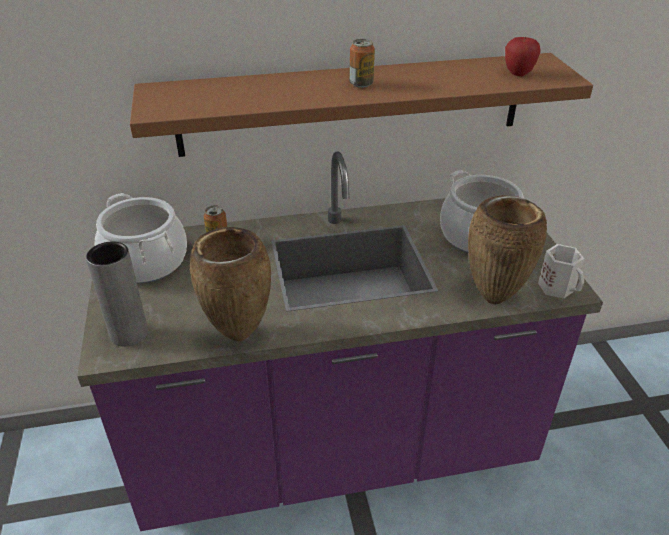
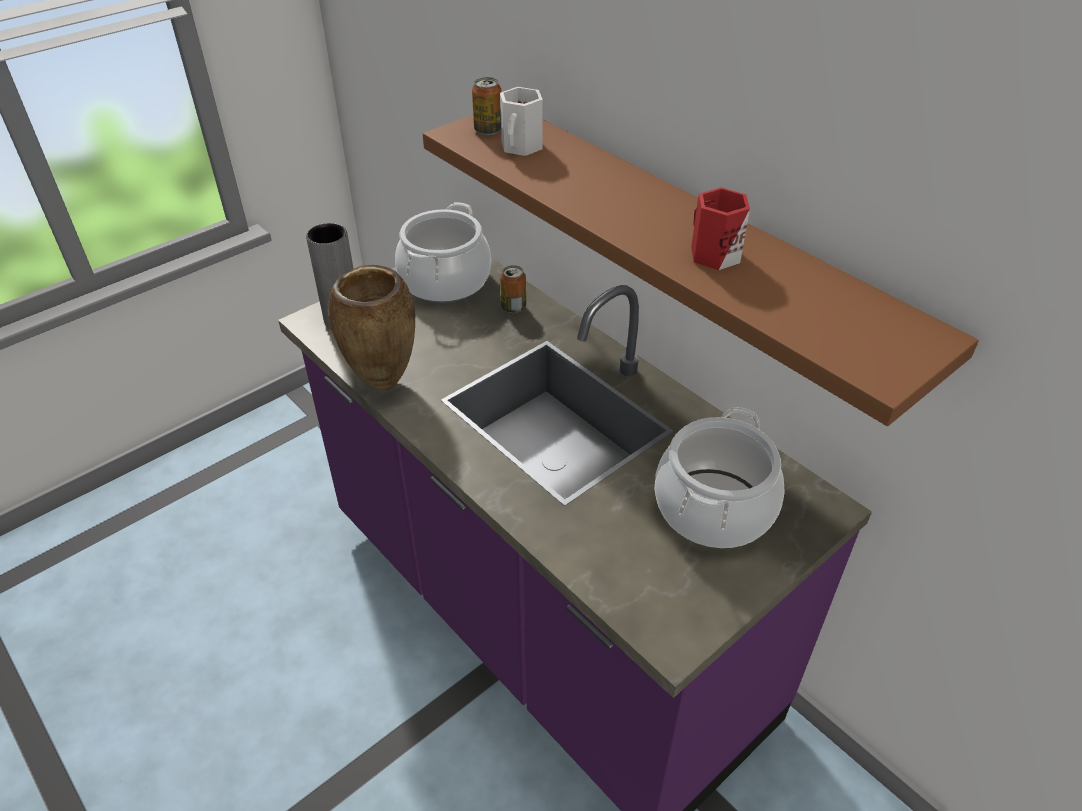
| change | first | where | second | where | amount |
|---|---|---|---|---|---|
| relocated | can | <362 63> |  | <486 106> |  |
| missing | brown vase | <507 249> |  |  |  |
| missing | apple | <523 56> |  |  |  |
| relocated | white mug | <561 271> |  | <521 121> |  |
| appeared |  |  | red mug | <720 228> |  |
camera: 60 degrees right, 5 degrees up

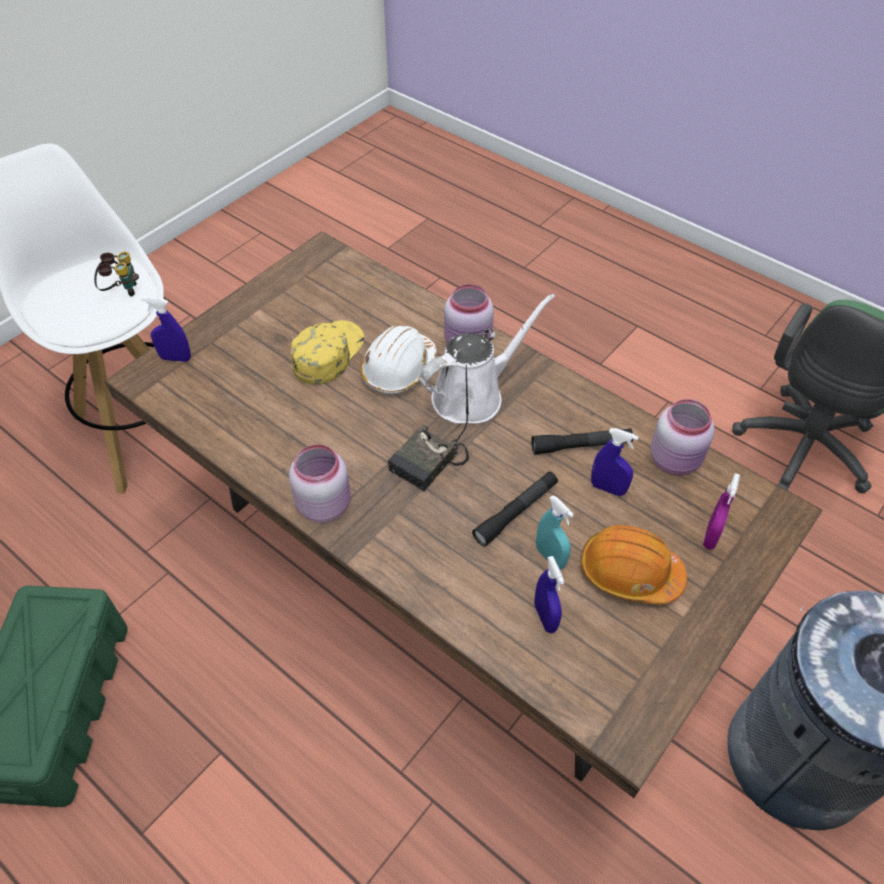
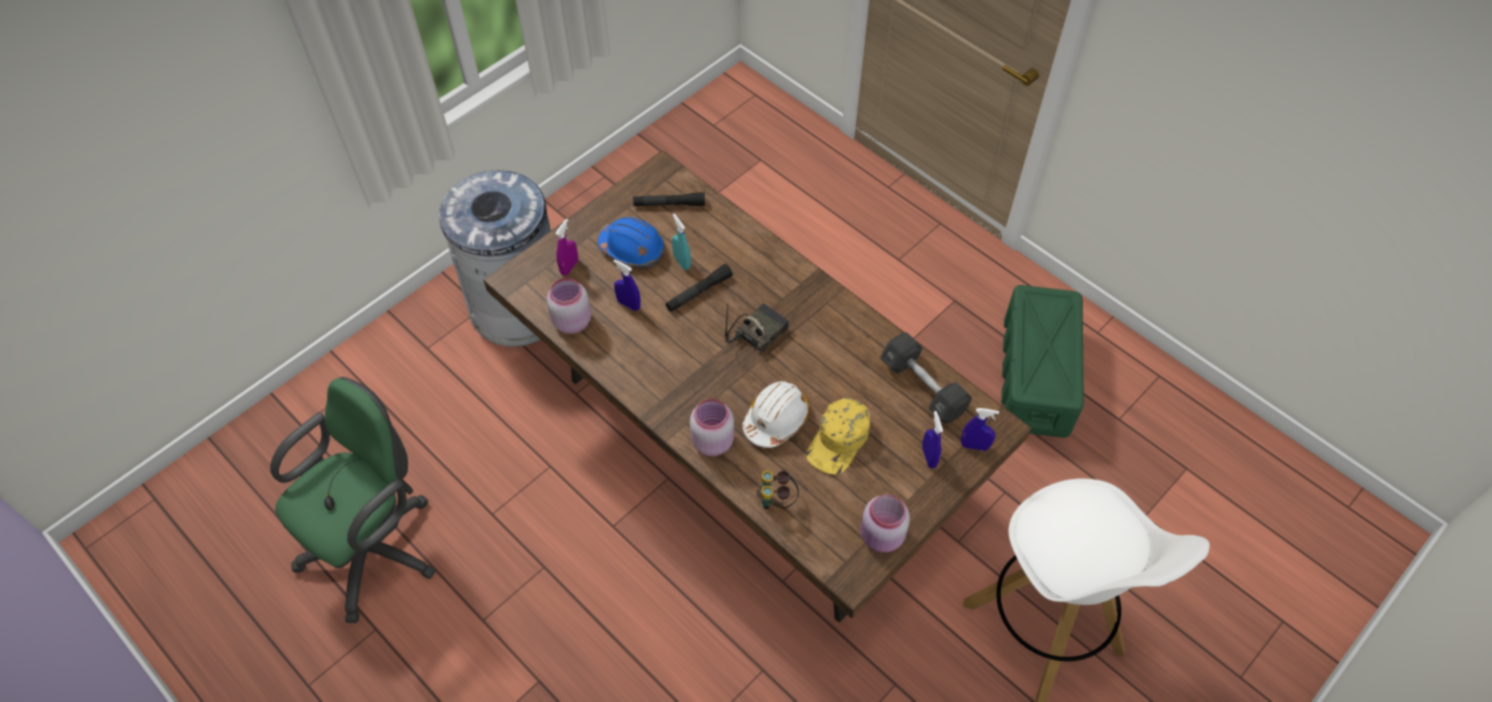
| change | first | where | second | where | amount |
|---|---|---|---|---|---|
| relocated | binoculars | <116 274> |  | <777 490> |  |
| relocated | pink jar | <319 484> |  | <885 524> |  |
| missing | white watering can | <487 358> |  |  |  |
| relocated | black flashlight | <582 441> |  | <669 199> |  |
| relocated | blue spray bottle | <549 594> |  | <932 439> |  |
| colour | orange hard hat | <633 564> | blue hard hat | <631 242> |  |
| appeared |  |  | black dumbbell | <926 378> |  |
camera: 175 degrees left, 5 degrees up

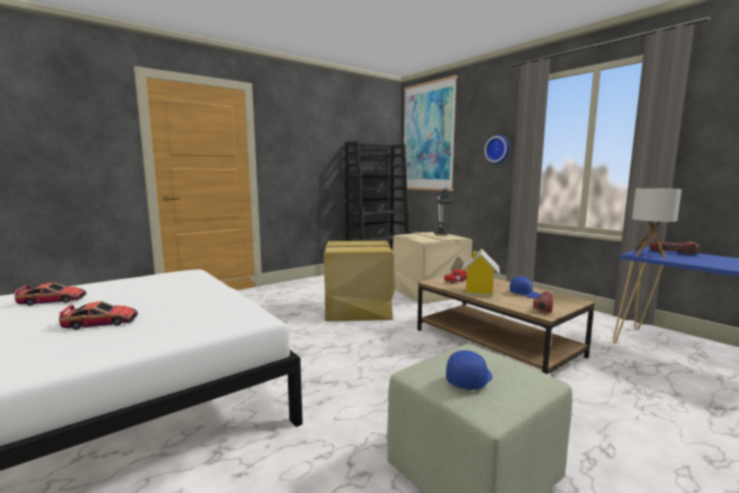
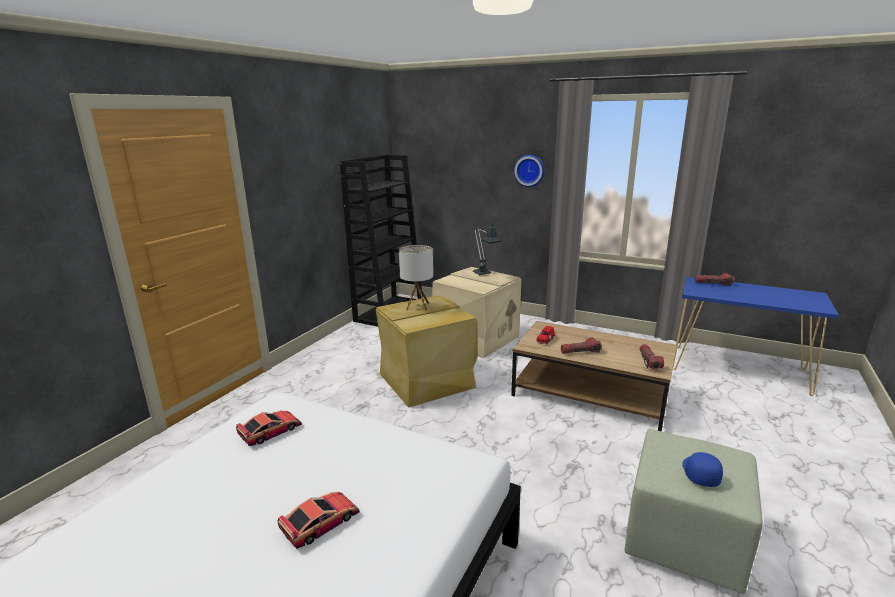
| change | first | where | second | where | amount |
|---|---|---|---|---|---|
| relocated | toy car | <51 294> |  | <269 428> |  |
| missing | picture | <430 133> |  |  |  |
| exchanged | toy house | <480 273> | flashlight | <581 346> |  |
| missing | blue cap | <526 287> |  |  |  |
| relocated | table lamp | <657 223> |  | <416 278> |  |
camera: 25 degrees left, 10 degrees up

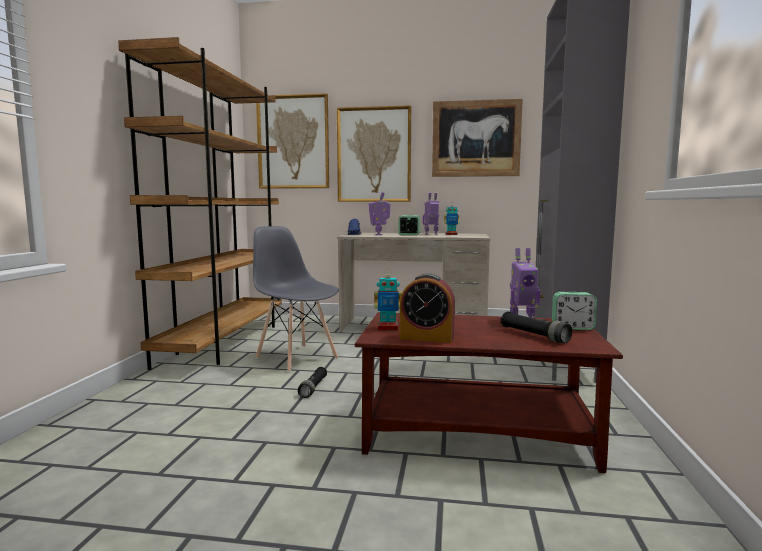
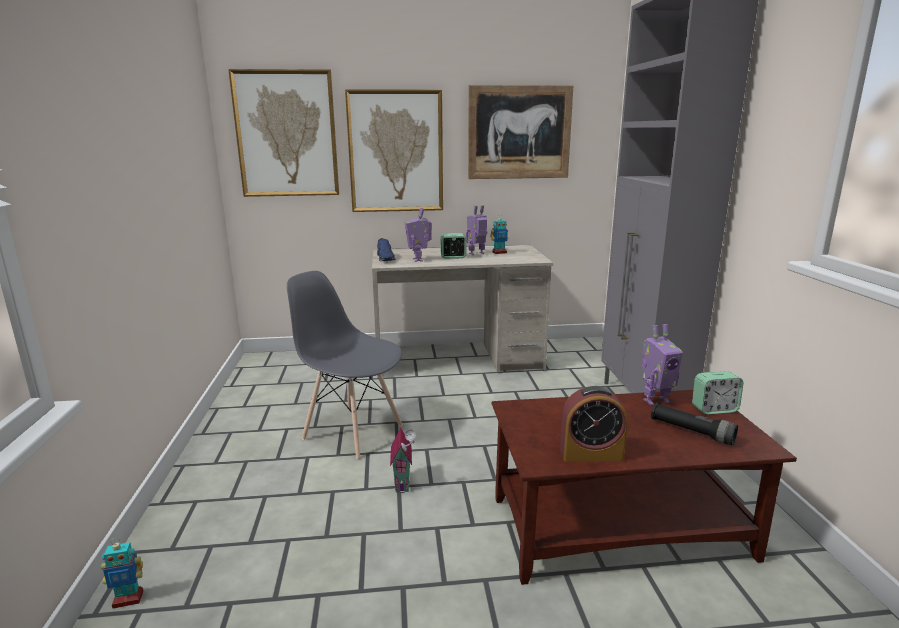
| change | first | where | second | where | amount |
|---|---|---|---|---|---|
| missing | brown bookcase | <200 203> |  |  |  |
| exchanged | black flashlight | <312 382> | toy house | <403 460> |  |
| relocated | toy robot | <388 301> |  | <122 573> |  |
camera: 15 degrees left, 10 degrees up

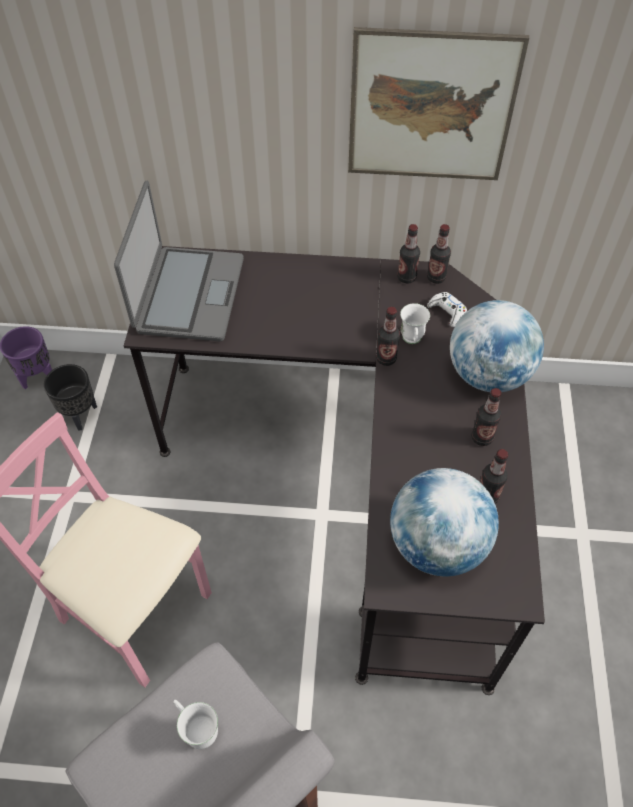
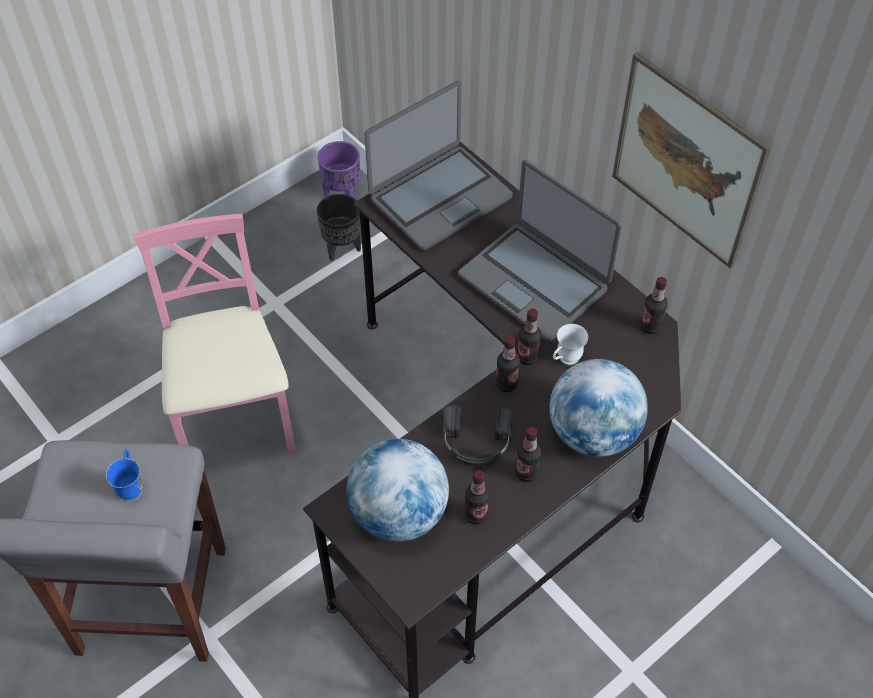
| change | first | where | second | where | amount |
|---|---|---|---|---|---|
| colour | white mug | <195 724> | blue mug | <124 475> |  |
| relocated | bottle | <408 254> |  | <508 364> |  |
| missing | white game controller | <447 309> |  |  |  |
| appeared |  |  | black headphones | <478 435> |  |
| appeared |  |  | laptop | <540 251> |  |
camera: 45 degrees right, 0 degrees up

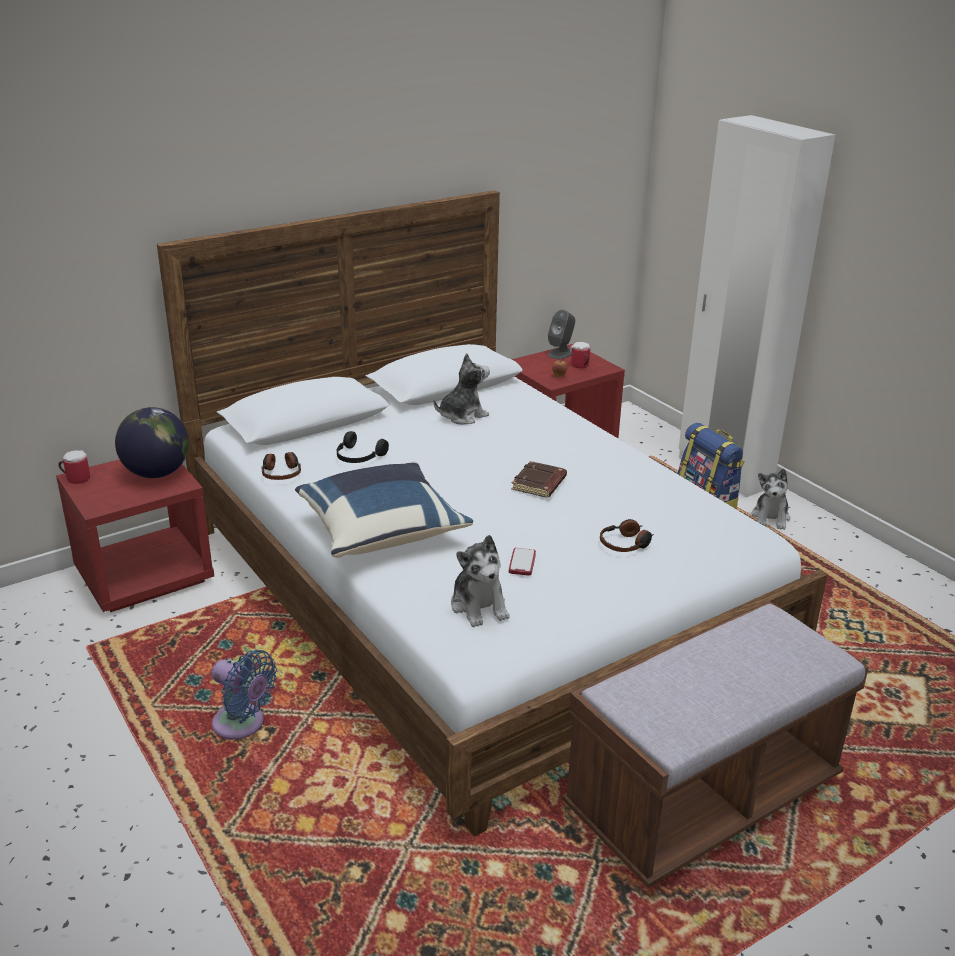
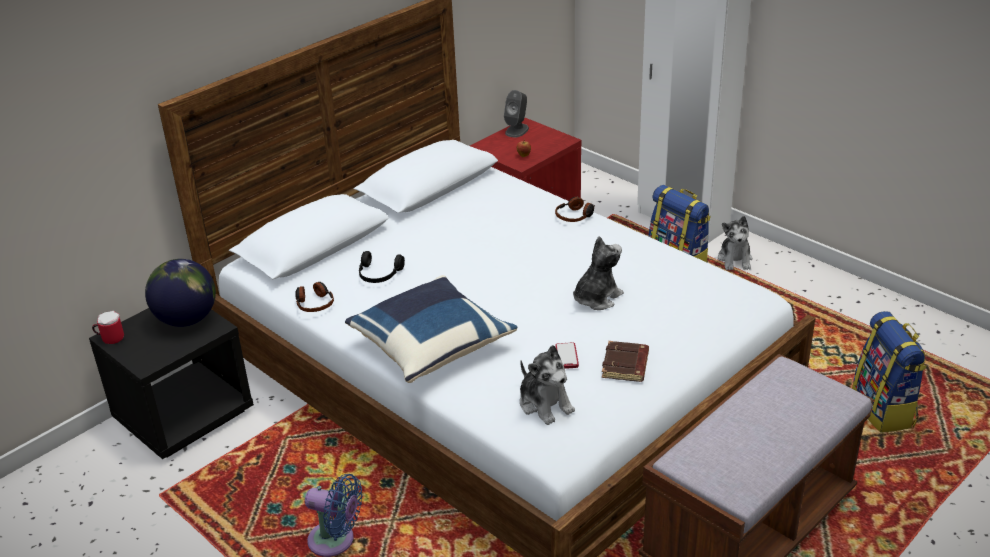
| change | first | where | second | where | amount |
|---|---|---|---|---|---|
| colour | red nightstand | <135 535> | black nightstand | <171 383> |  |
| relocated | plush toy | <462 389> |  | <598 273> |  |
| relocated | brown book | <539 479> |  | <625 361> |  |
| missing | mug | <580 355> |  |  |  |
| relocated | headphones | <627 535> |  | <575 209> |  |
| appeared |  |  | backpack | <889 372> |  |
camera: 10 degrees left, 5 degrees up

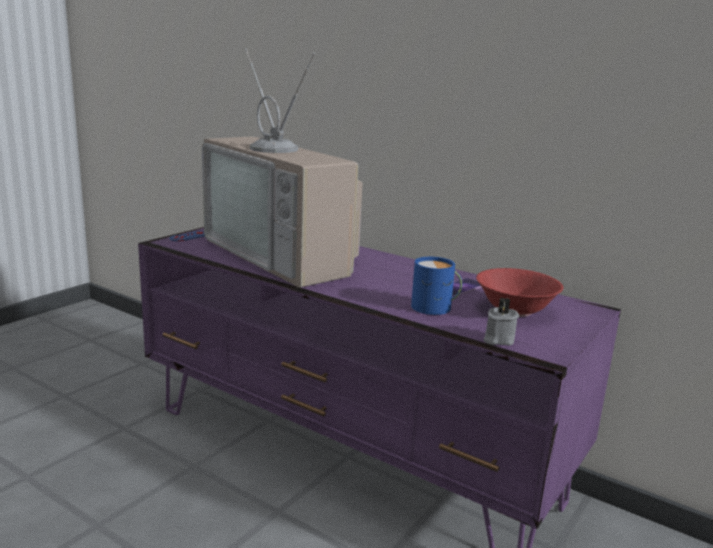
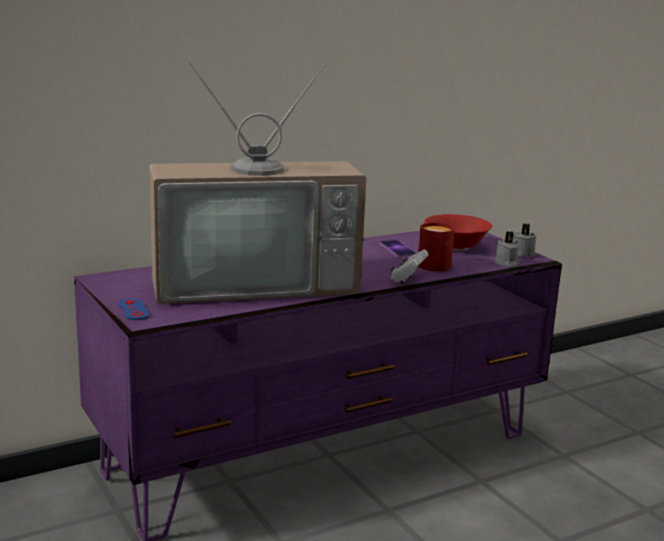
| change | first | where | second | where | amount |
|---|---|---|---|---|---|
| colour | blue mug | <436 286> | red mug | <436 247> |  |
| appeared |  |  | white game controller | <409 266> |  |
| appeared |  |  | grey candle | <524 241> |  |
camera: 65 degrees left, 0 degrees up

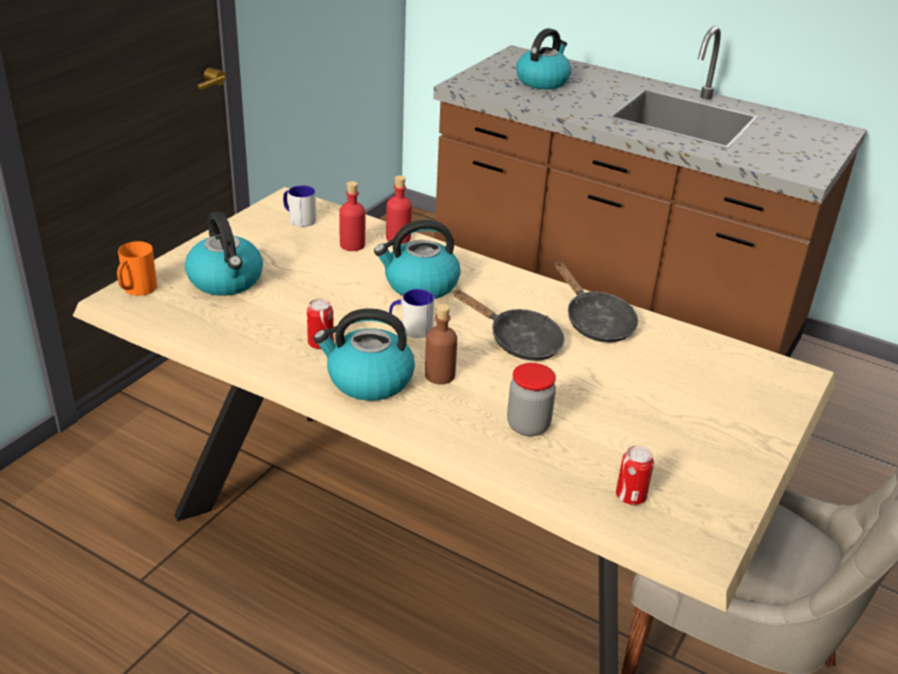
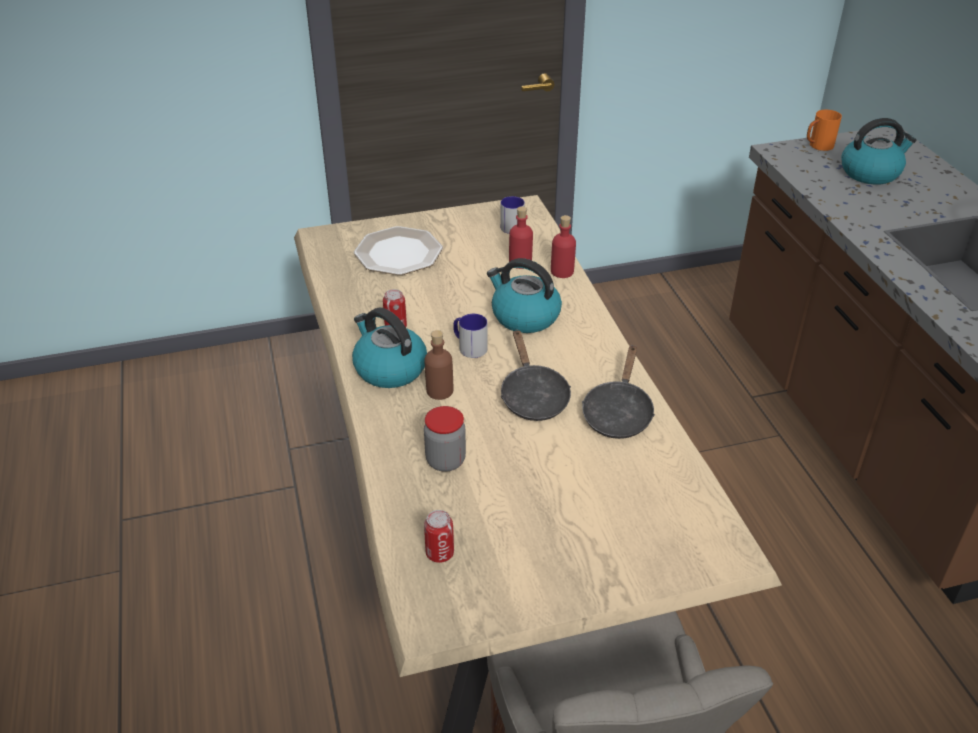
| change | first | where | second | where | amount |
|---|---|---|---|---|---|
| relocated | orange mug | <137 268> |  | <824 130> |  |
| exchanged | kettle | <224 253> | plate | <398 250> |  |
camera: 45 degrees right, 5 degrees up

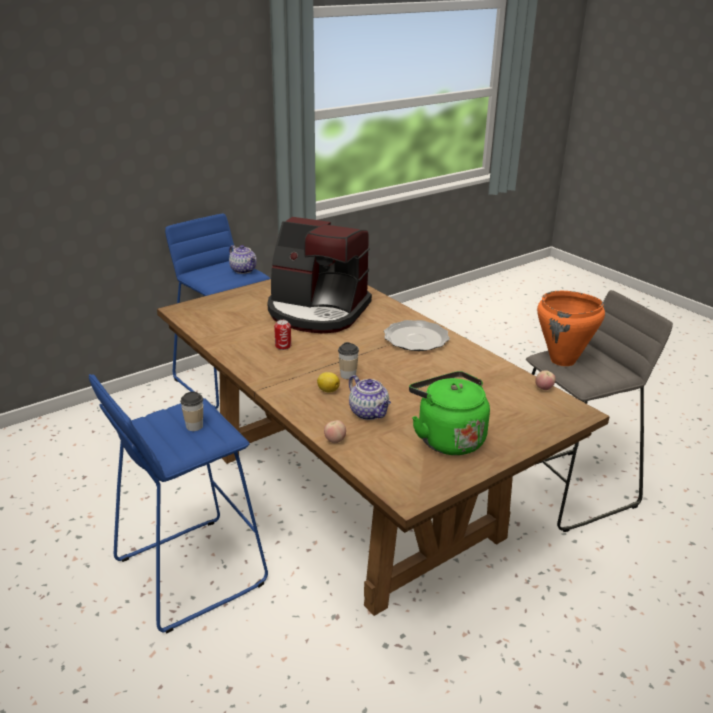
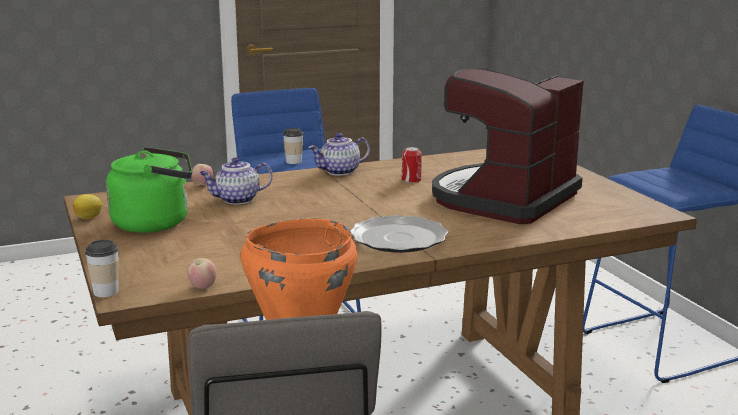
| change | first | where | second | where | amount |
|---|---|---|---|---|---|
| relocated | teapot | <243 259> |  | <339 154> |  |
| relocated | lemon | <328 382> |  | <88 206> |  |
| relocated | cup | <348 360> |  | <102 268> |  |
camera: 105 degrees right, 10 degrees down

